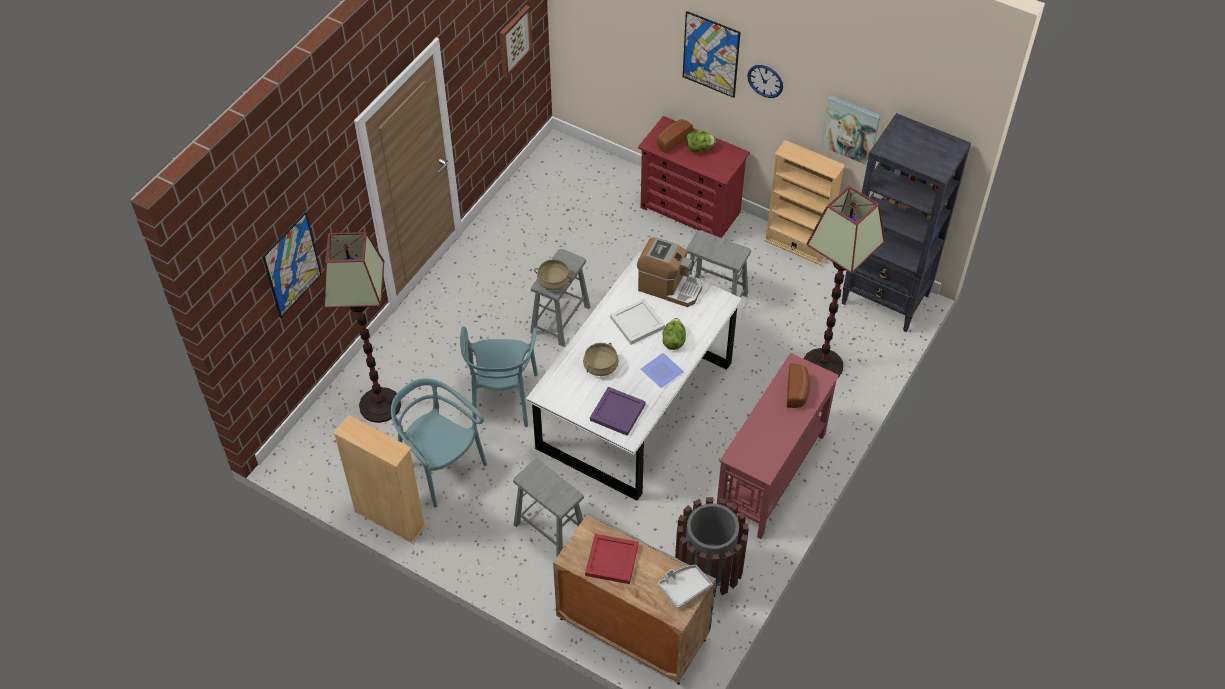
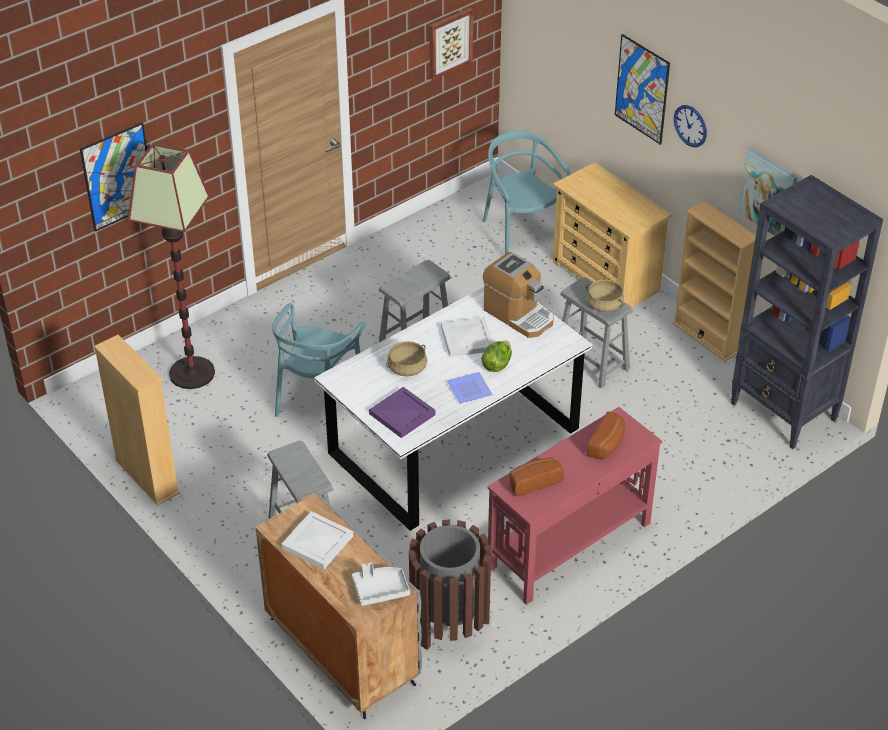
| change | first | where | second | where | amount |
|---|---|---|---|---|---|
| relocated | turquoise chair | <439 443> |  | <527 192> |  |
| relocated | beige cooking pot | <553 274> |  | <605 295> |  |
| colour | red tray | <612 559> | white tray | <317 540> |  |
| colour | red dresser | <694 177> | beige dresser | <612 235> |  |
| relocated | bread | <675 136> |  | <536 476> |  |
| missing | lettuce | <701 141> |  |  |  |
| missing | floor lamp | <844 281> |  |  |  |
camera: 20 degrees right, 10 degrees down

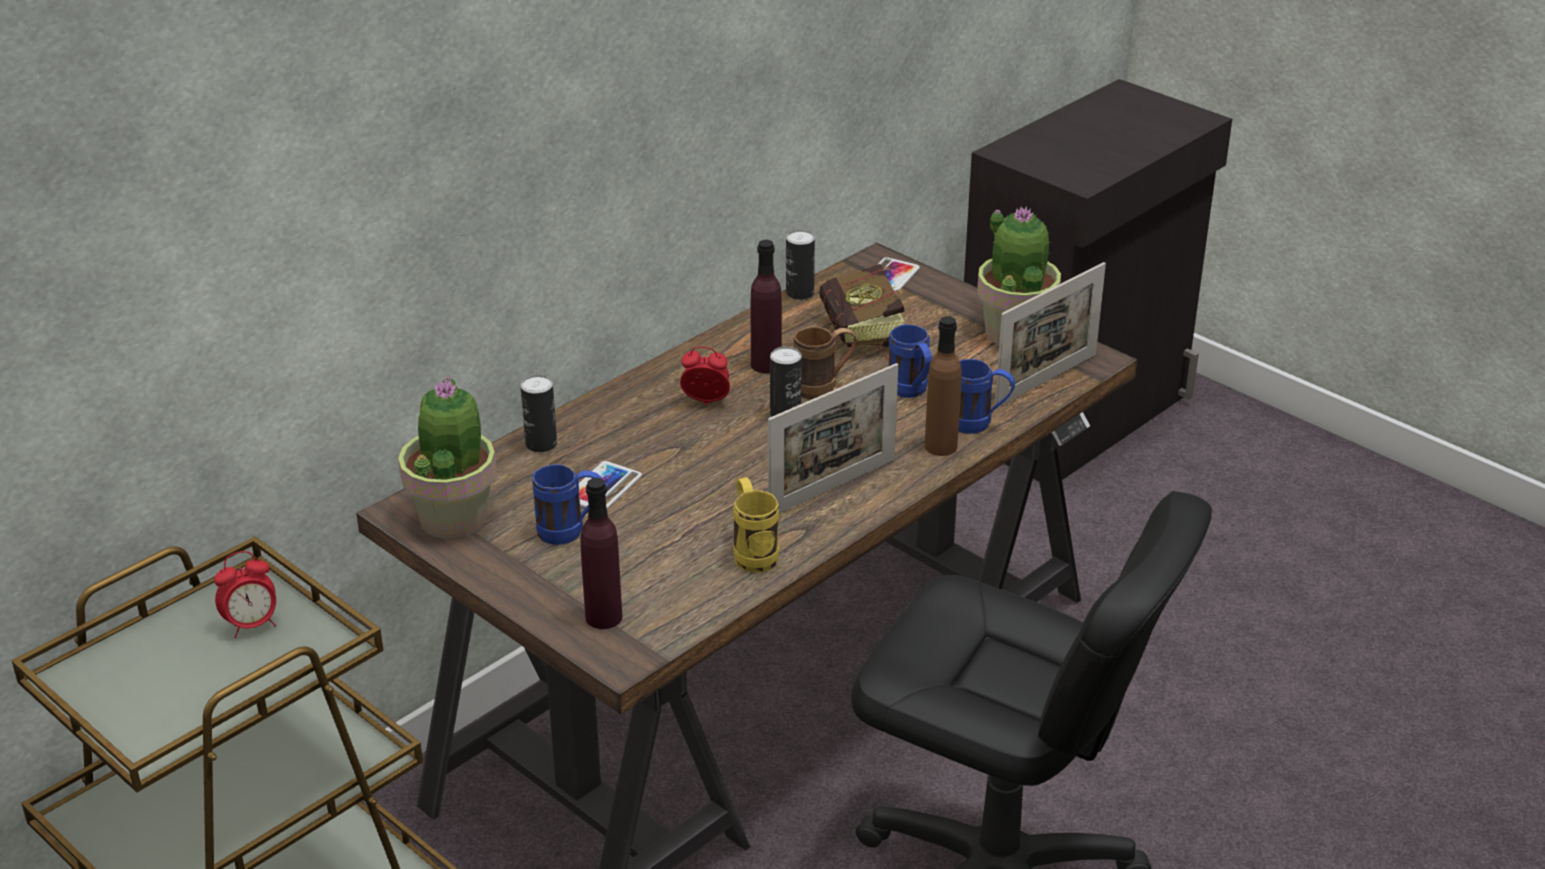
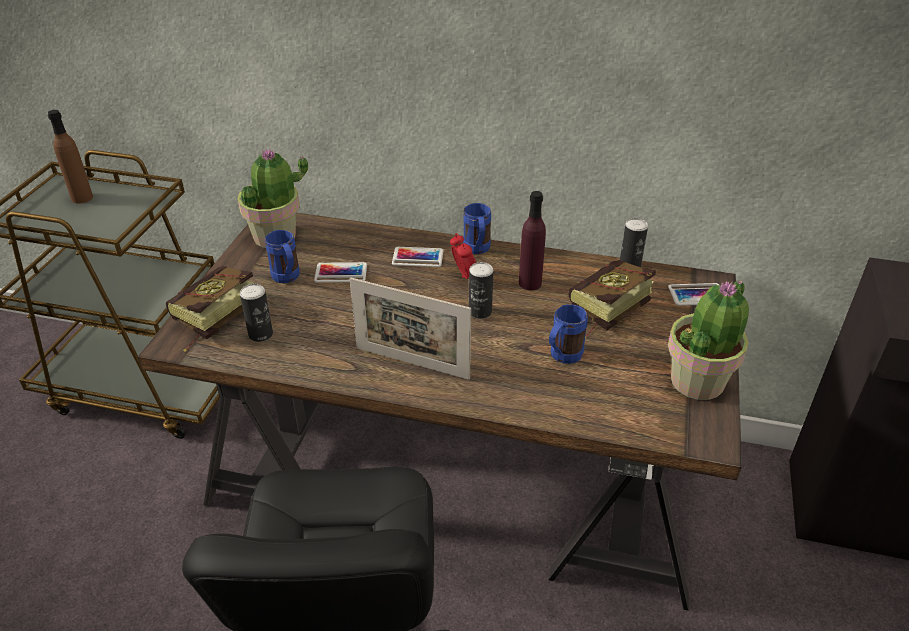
| change | first | where | second | where | amount |
|---|---|---|---|---|---|
| missing | alarm clock | <245 594> |  |  |  |
| relocated | can | <538 413> |  | <256 313> |  |
| exchanged | purple bottle | <602 553> | book | <210 309> |  |
| missing | yellow mug | <756 525> |  |  |  |
| missing | brown mug | <825 363> |  |  |  |
| relocated | brown bottle | <943 386> |  | <70 157> |  |
| relocated | blue mug | <987 396> |  | <477 228> |  |
| missing | picture frame | <1050 335> |  |  |  |
| appeared |  |  | phone | <418 257> |  |
camera: 60 degrees right, 5 degrees up

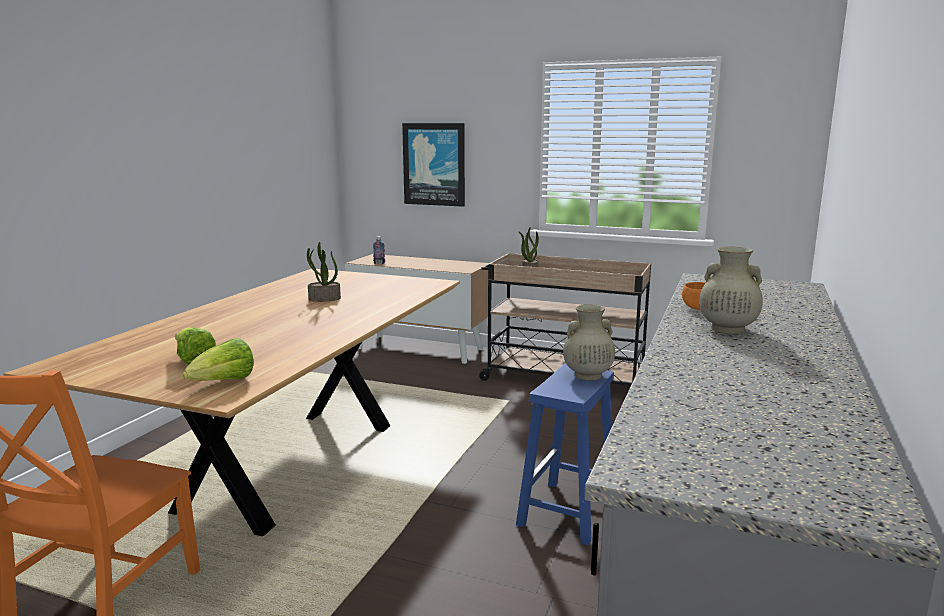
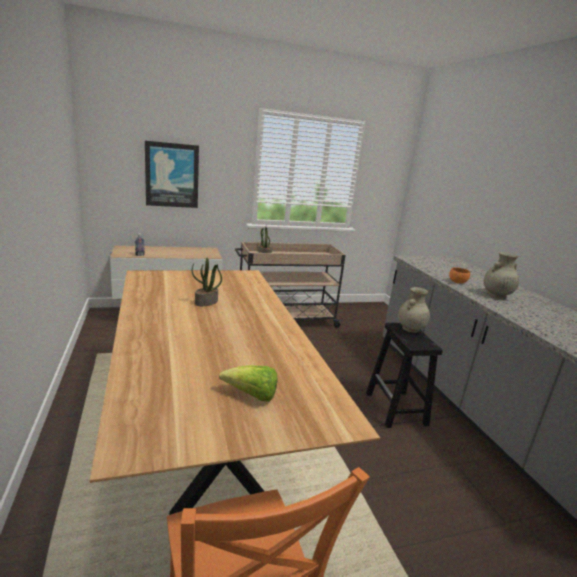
| change | first | where | second | where | amount |
|---|---|---|---|---|---|
| missing | lettuce | <218 359> |  |  |  |
| colour | blue stool | <565 455> | black stool | <404 375> |  |
camera: 40 degrees left, 5 degrees up

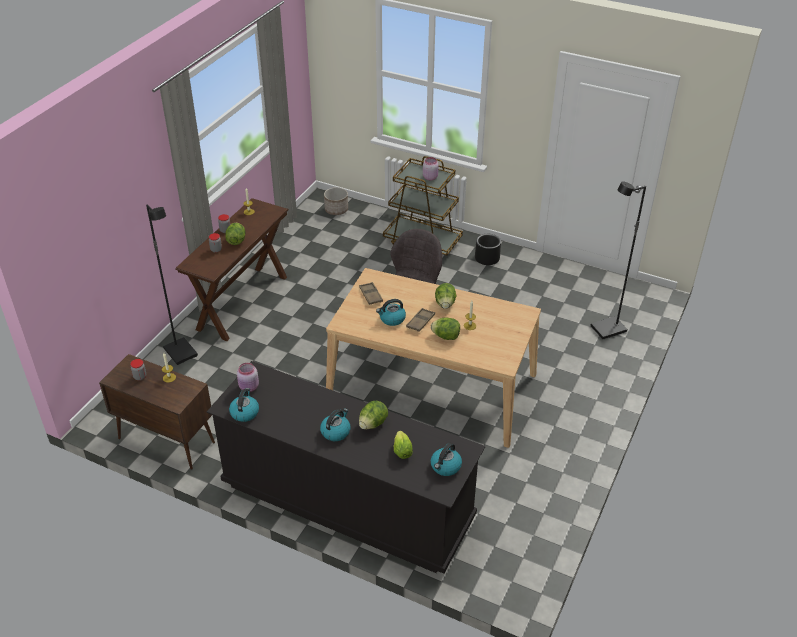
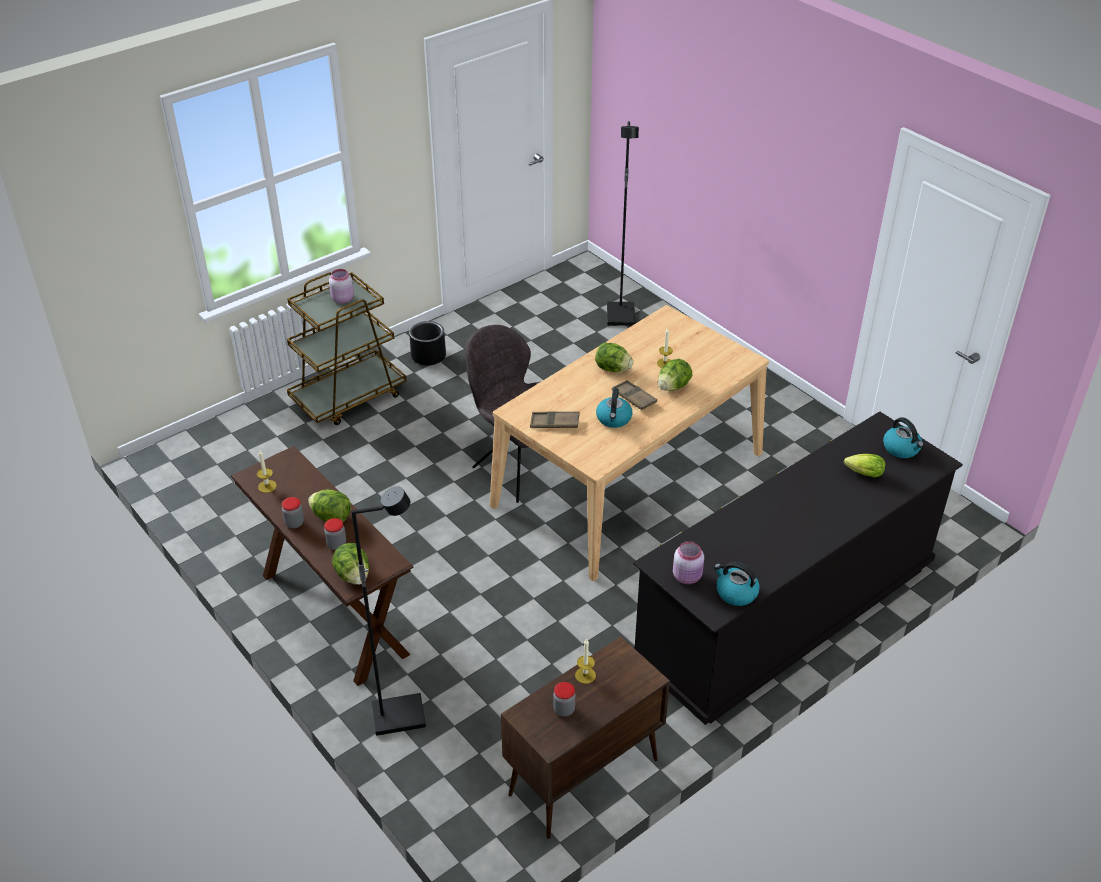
| change | first | where | second | where | amount |
|---|---|---|---|---|---|
| missing | kettle | <335 424> |  |  |  |
| missing | planter | <336 201> |  |  |  |
| relocated | lettuce | <373 415> |  | <350 564> |  |
camera: 65 degrees left, 0 degrees up

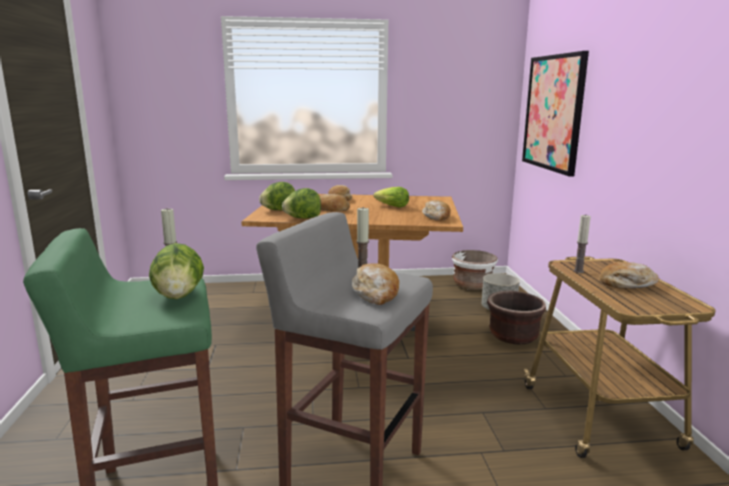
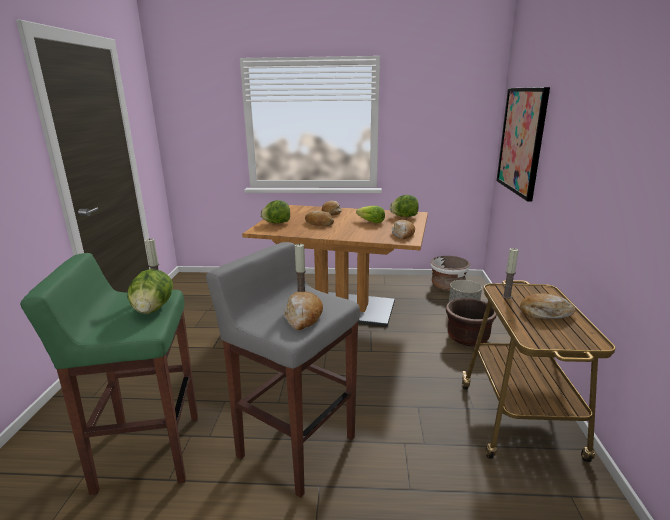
| change | first | where | second | where | amount |
|---|---|---|---|---|---|
| relocated | lettuce | <301 203> |  | <404 206> |  |
camera: 10 degrees right, 5 degrees up

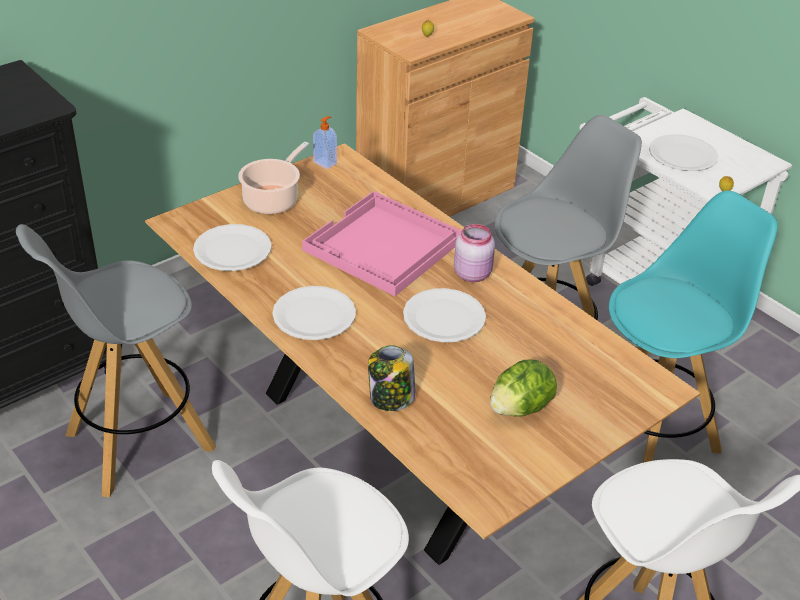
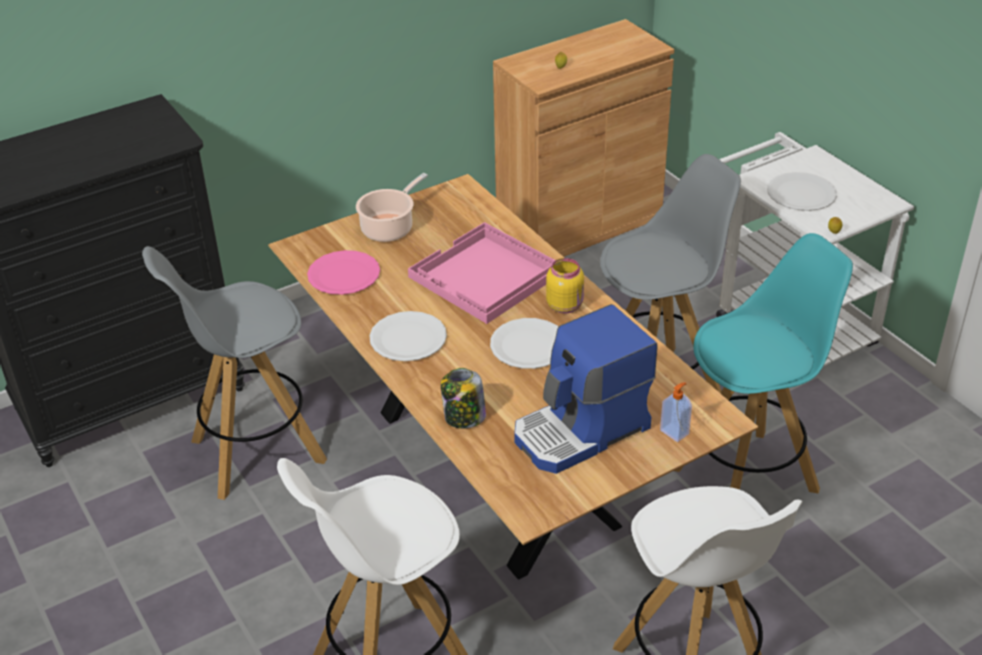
| change | first | where | second | where | amount |
|---|---|---|---|---|---|
| colour | white plate | <232 247> | pink plate | <343 272> |  |
| relocated | soap dispenser | <325 142> |  | <676 412> |  |
| colour | pink jar | <474 253> | yellow jar | <565 285> |  |
| exchanged | lettuce | <523 388> | coffee machine | <585 389> |  |
camera: 10 degrees right, 0 degrees up

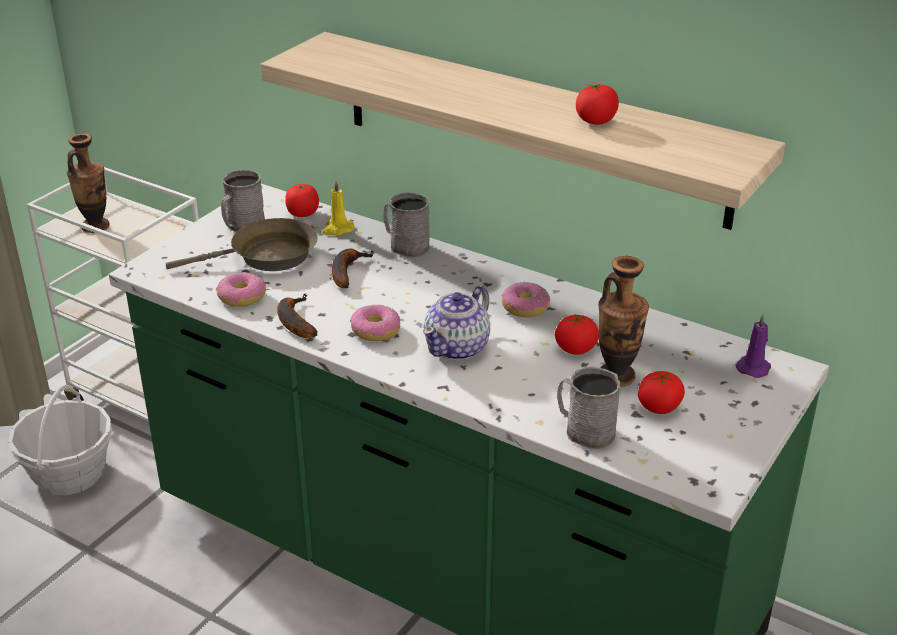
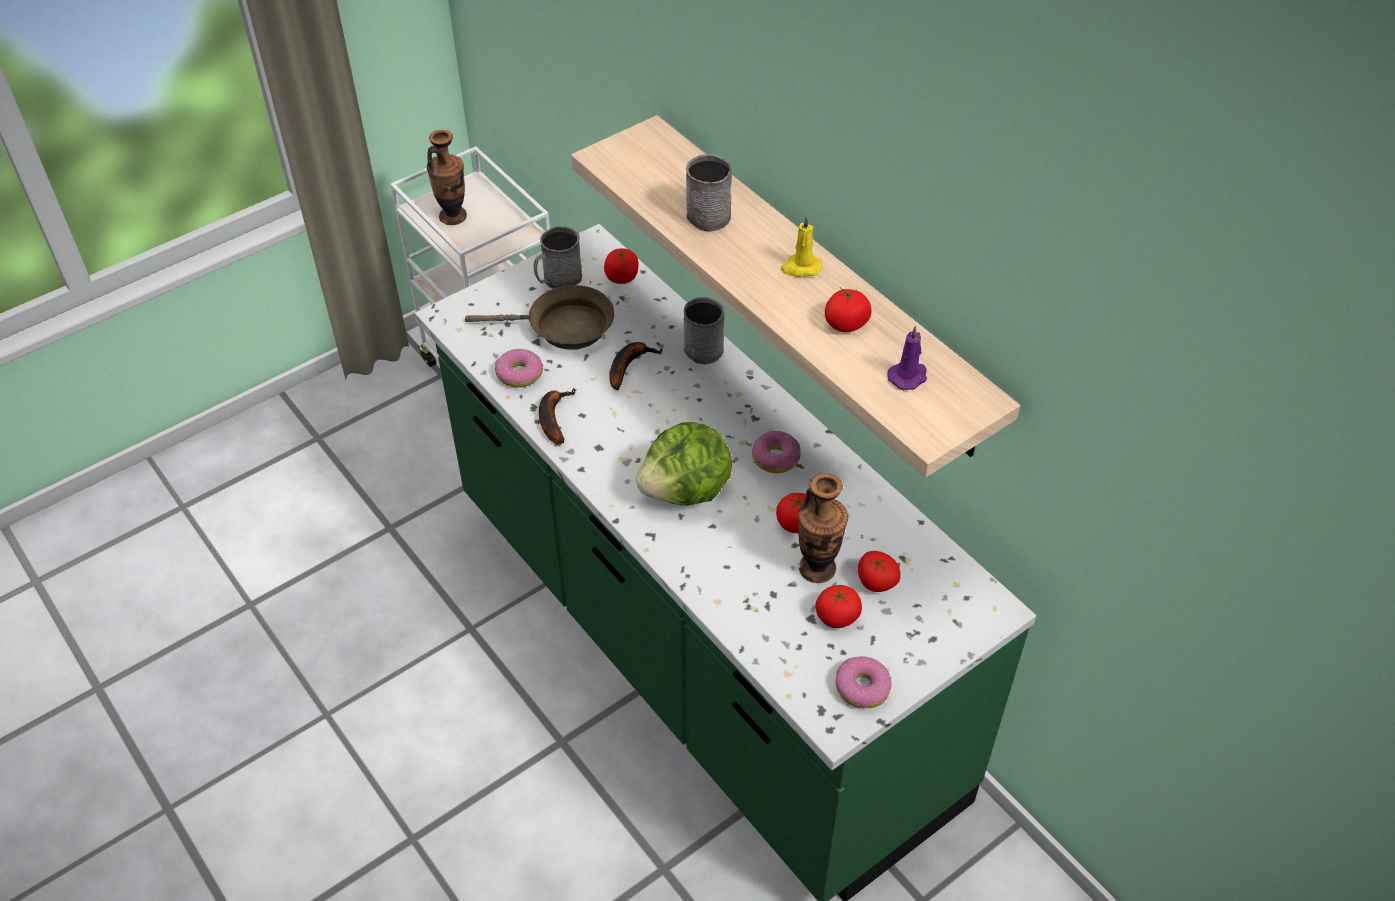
| change | first | where | second | where | amount |
|---|---|---|---|---|---|
| missing | basket | <60 440> |  |  |  |
| relocated | yellow candle | <338 208> |  | <801 246> |  |
| relocated | donut | <375 323> |  | <864 682> |  |
| exchanged | teapot | <456 323> | lettuce | <684 464> |  |
| relocated | grey mug | <588 407> |  | <709 193> |  |
| relocated | purple candle | <753 346> |  | <907 358> |  |
| appeared |  |  | tomato | <879 571> |  |
camera: 20 degrees right, 15 degrees up

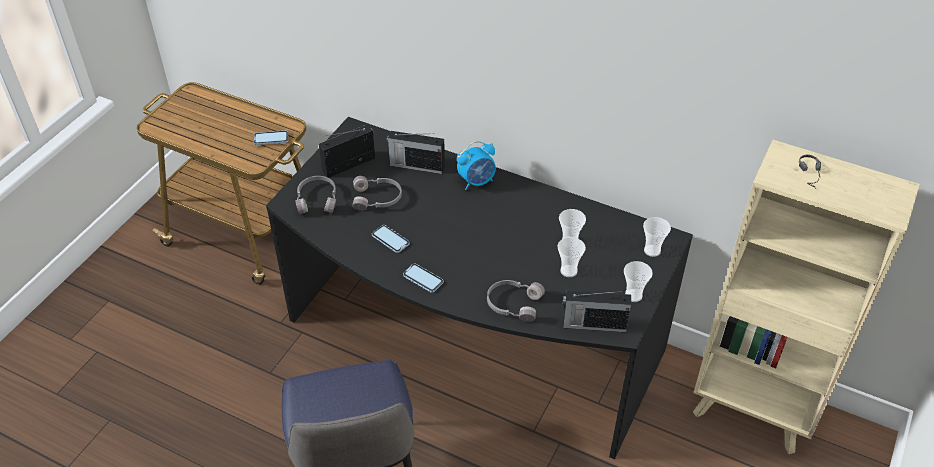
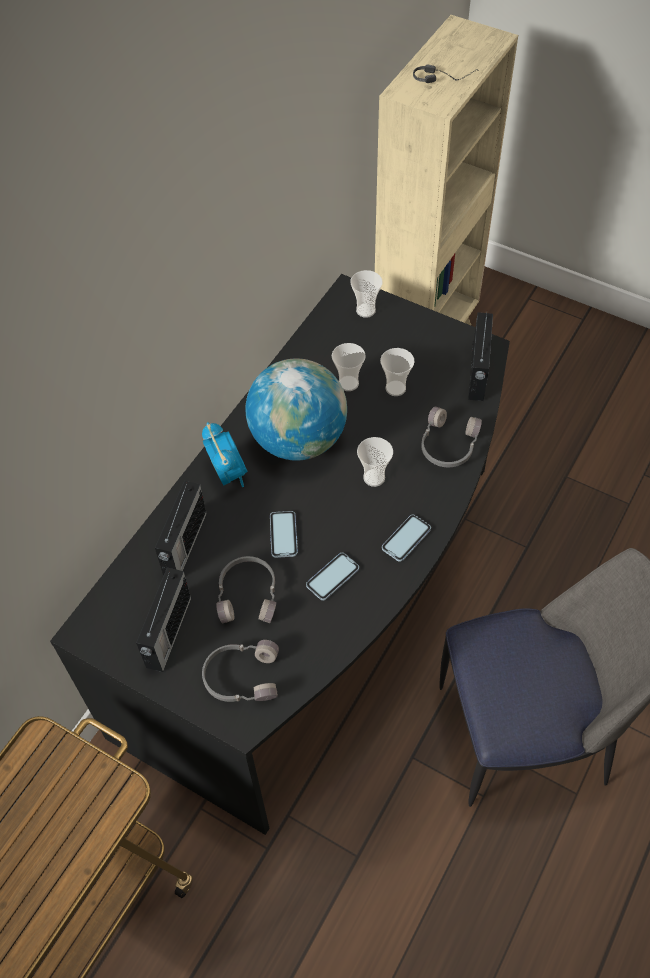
| change | first | where | second | where | amount |
|---|---|---|---|---|---|
| relocated | phone | <271 138> |  | <284 534> |  |
| spun | radio | <347 151> |  | <163 619> | 135 degrees counterclockwise |
| relocated | cup | <638 281> |  | <375 462> |  |
| appeared |  |  | globe | <296 410> |  |
camera: 85 degrees left, 10 degrees up

